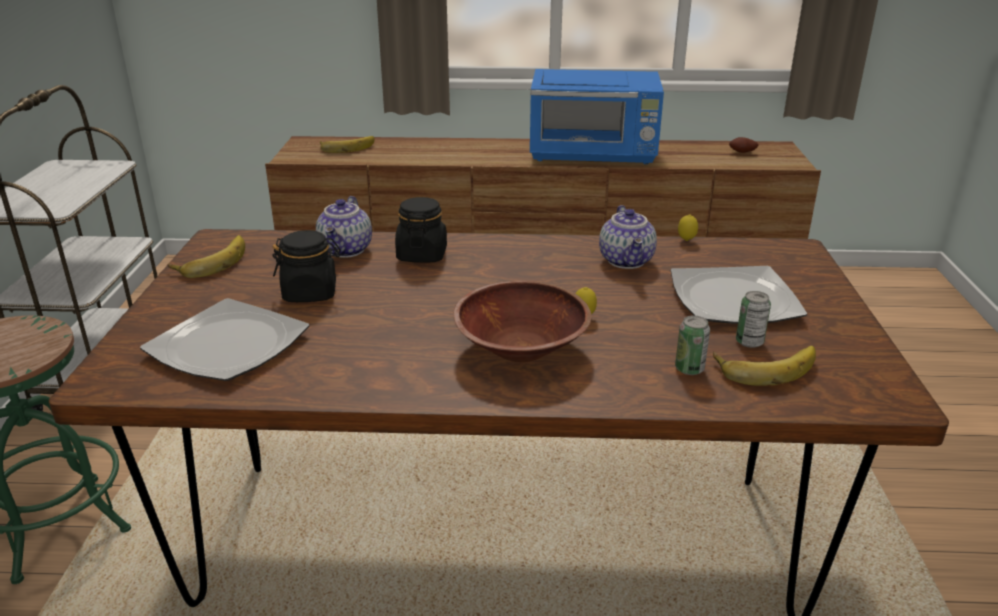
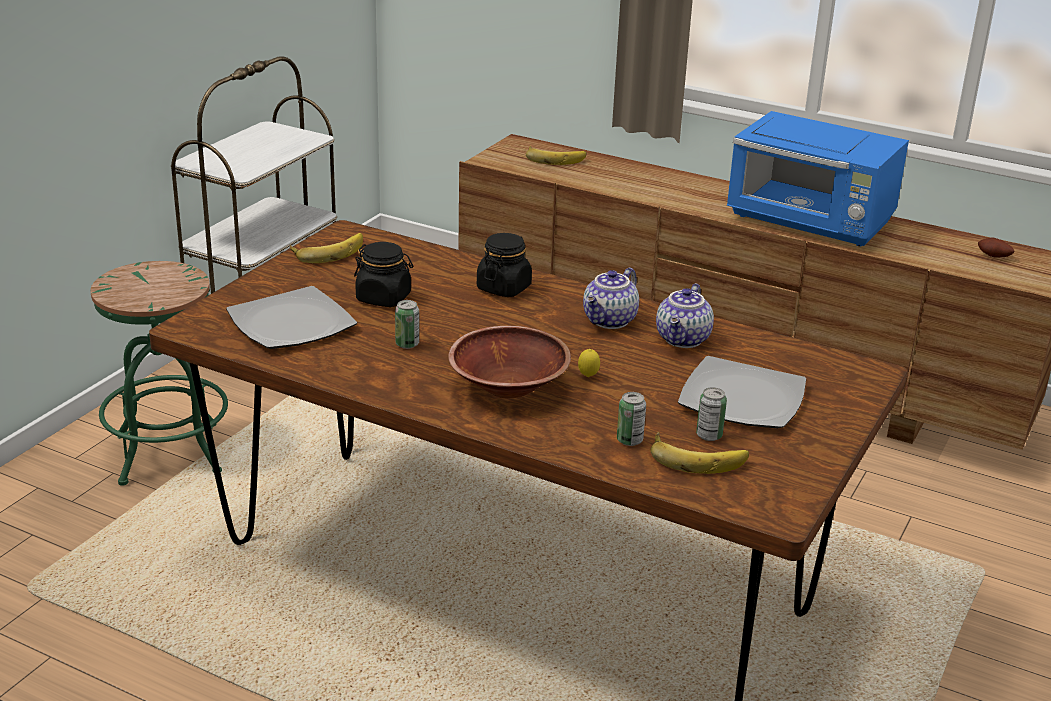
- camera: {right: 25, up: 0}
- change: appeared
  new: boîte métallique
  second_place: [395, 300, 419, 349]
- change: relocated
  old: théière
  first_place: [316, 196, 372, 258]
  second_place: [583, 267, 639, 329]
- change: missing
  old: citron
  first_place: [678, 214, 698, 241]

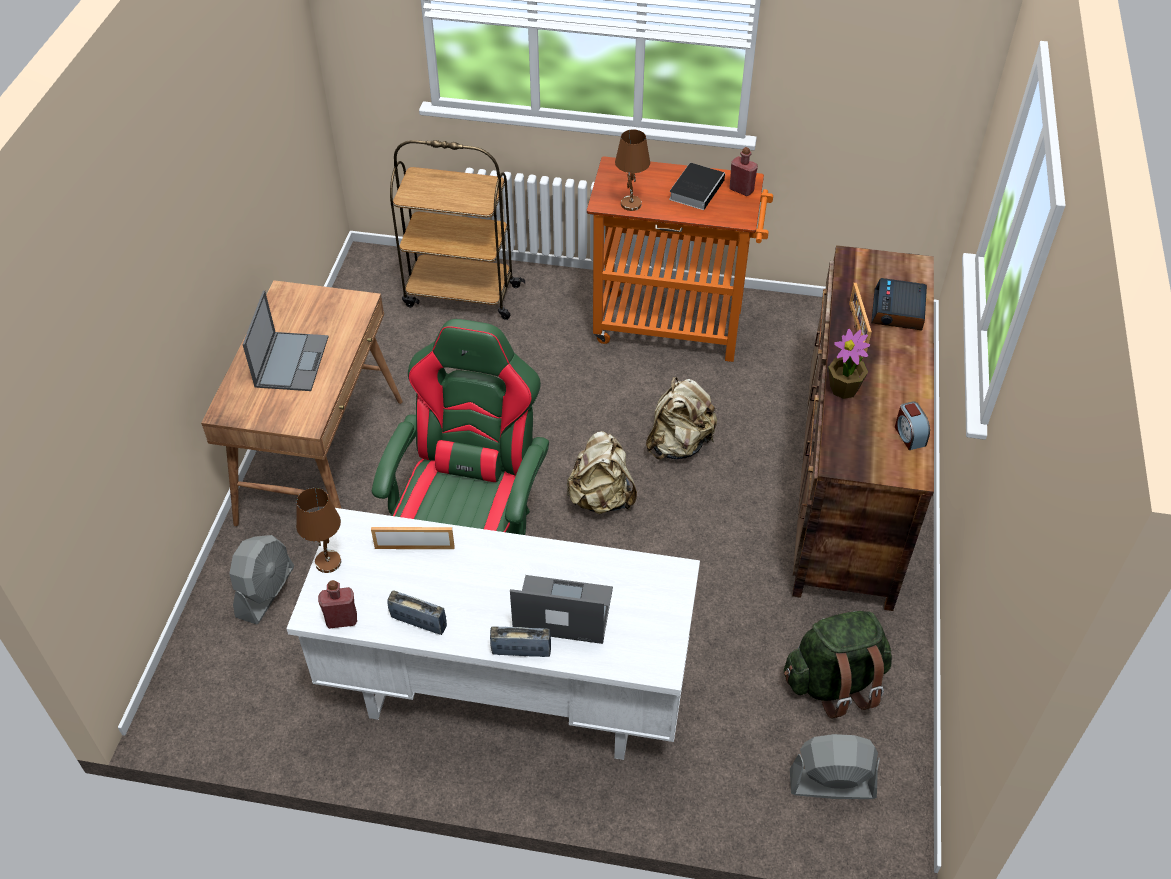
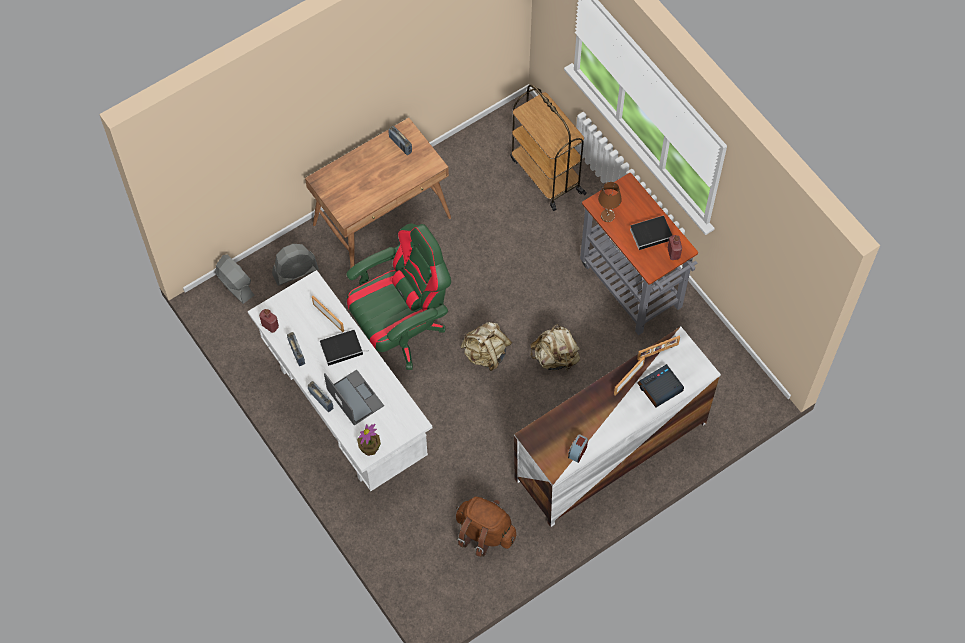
- camera: {right: 45, up: 15}
- change: relocated
  old: ventilateur/gris
  first_place: [790, 734, 880, 799]
  second_place: [215, 254, 254, 304]
- change: appeared
  new: livre
  second_place: [320, 330, 368, 366]
- change: relocated
  old: plante en pot
  first_place: [828, 329, 870, 399]
  second_place: [357, 424, 381, 456]
- change: appeared
  new: radio
  second_place: [389, 126, 412, 155]
- change: colour
  old: sac à dos/vert
  new: sac à dos/marron
  first_place: [784, 611, 892, 719]
  second_place: [456, 497, 516, 557]
- change: colour
  old: meuble de rangement/marron
  new: meuble de rangement/blanc
  first_place: [792, 245, 934, 611]
  second_place: [514, 327, 721, 527]
- change: colour
  old: chariot/orange
  new: chariot/gris
  first_place: [587, 156, 773, 362]
  second_place: [580, 173, 698, 335]
- change: appeared
  new: cadre photo
  second_place: [637, 336, 680, 360]
- change: missing
  old: ordinateur portable
  first_place: [242, 290, 328, 391]
- change: missing
  old: lampe de table/marron
  first_place: [296, 488, 341, 573]

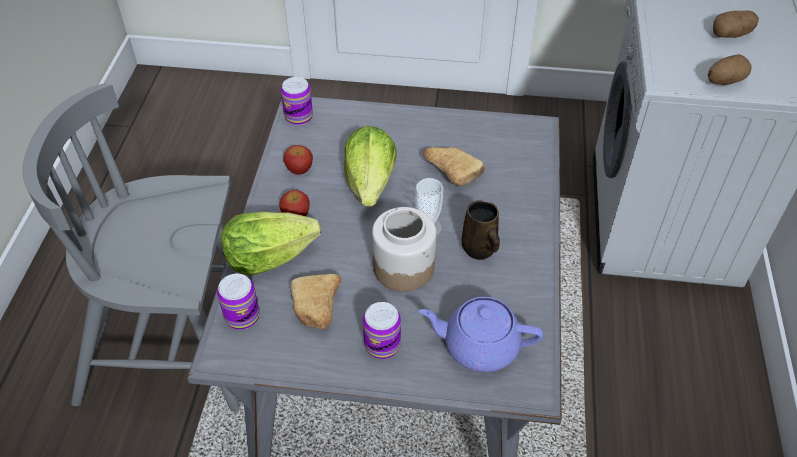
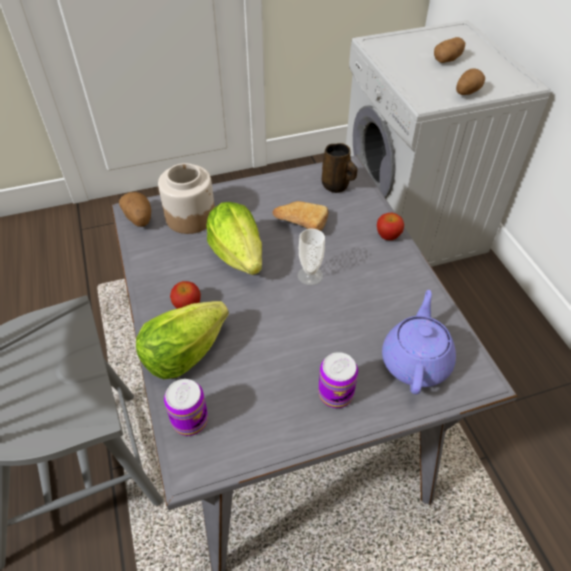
- camera: {right: -25, up: 0}
- change: exchanged
  old: boîte métallique
  new: pomme de terre
  first_place: [281, 77, 313, 125]
  second_place: [119, 192, 151, 227]
- change: relocated
  old: bocal
  first_place: [372, 207, 436, 292]
  second_place: [158, 163, 215, 234]
- change: relocated
  old: mug/marron
  first_place: [461, 200, 500, 260]
  second_place: [322, 143, 357, 193]
- change: relocated
  old: pomme
  first_place: [283, 145, 313, 175]
  second_place: [377, 213, 404, 240]
- change: spun
  old: théière/violet
  first_place: [419, 297, 543, 372]
  second_place: [382, 290, 456, 394]
  degrees: 120
- change: missing
  old: pain
  first_place: [290, 274, 341, 330]

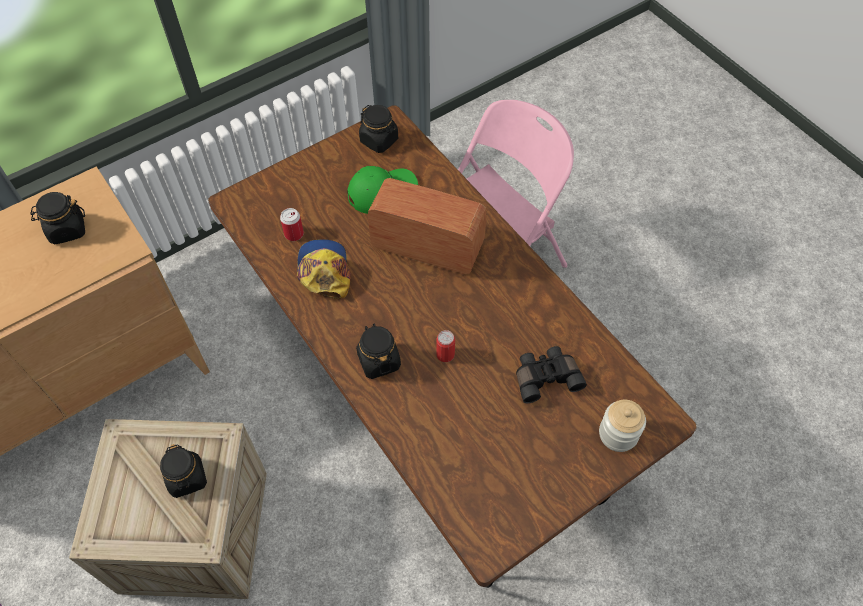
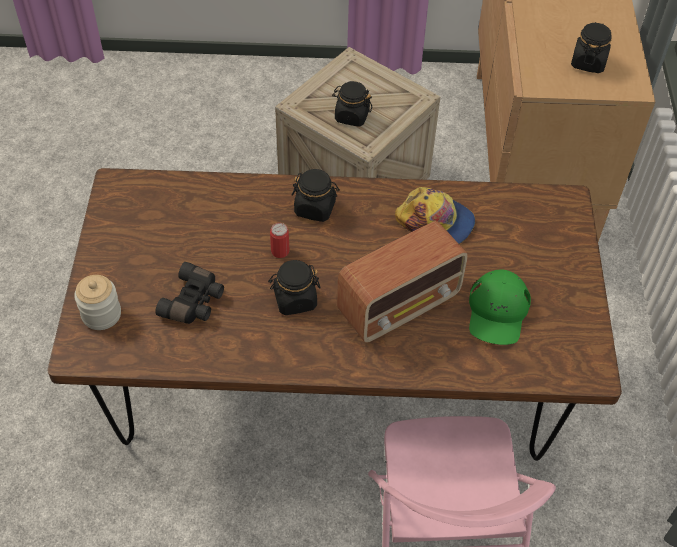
- camera: {right: 125, up: -5}
- change: relocated
  old: bocal/noir
  first_place: [359, 105, 398, 153]
  second_place: [268, 260, 321, 315]
- change: missing
  old: boîte métallique
  first_place: [280, 208, 304, 241]

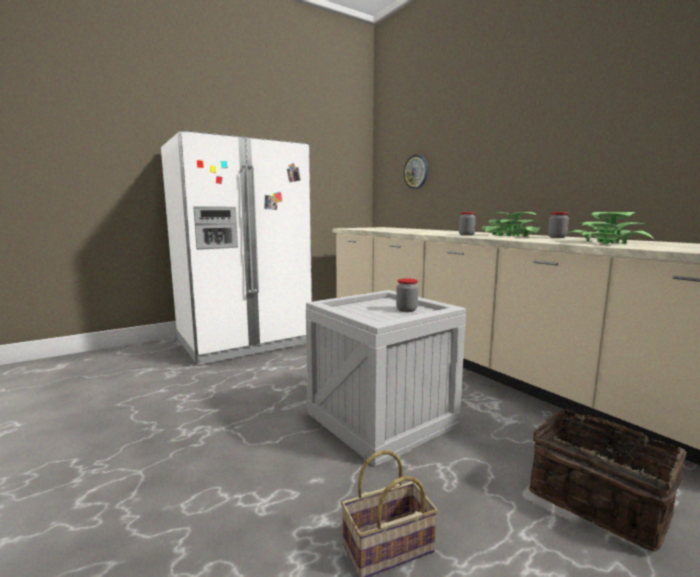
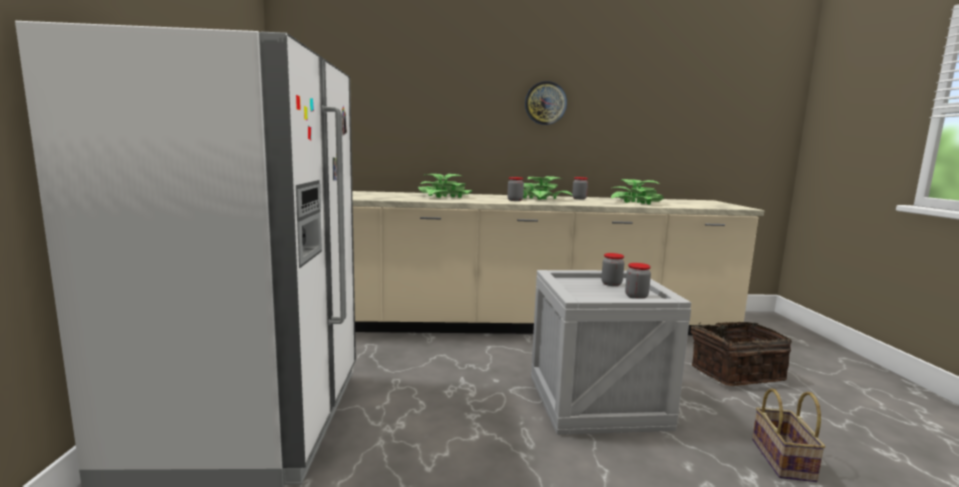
- camera: {right: -60, up: 0}
- change: appeared
  new: plante en pot
  second_place: [418, 174, 473, 198]
- change: relocated
  old: horloge murale
  first_place: [403, 155, 428, 189]
  second_place: [525, 81, 567, 125]
- change: appeared
  new: bocal
  second_place: [625, 263, 651, 299]

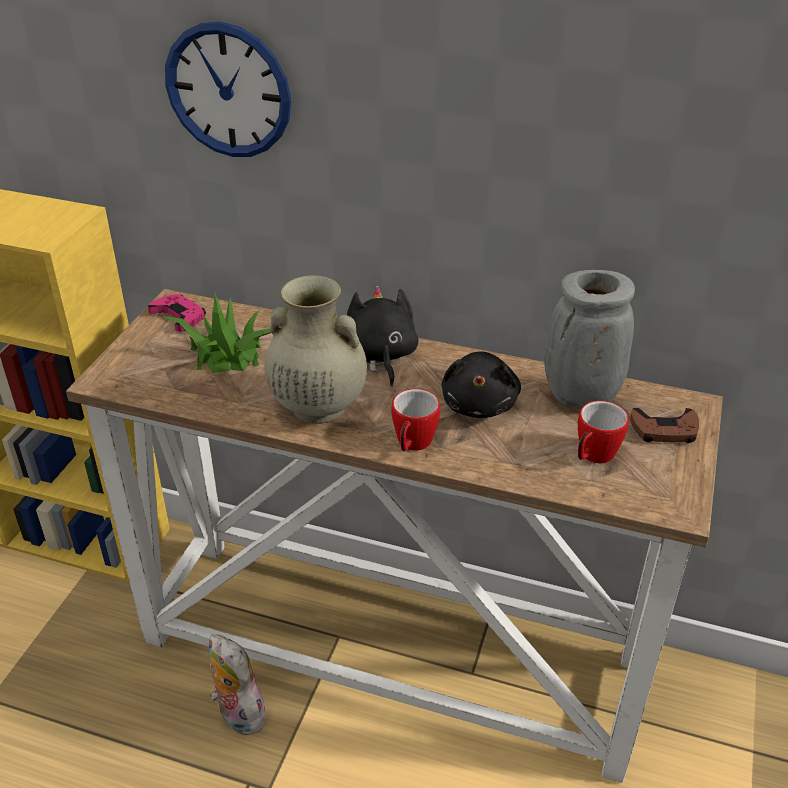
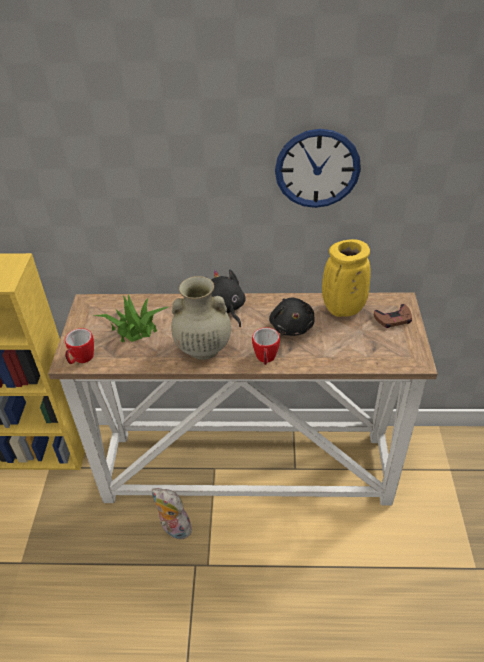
- camera: {right: -15, up: 5}
- change: relocated
  old: mug
  first_place: [578, 401, 629, 463]
  second_place: [65, 328, 94, 364]
- change: relocated
  old: horloge murale
  first_place: [165, 22, 291, 157]
  second_place: [275, 129, 361, 208]
- change: colour
  old: vase/gris
  new: vase/jaune
  first_place: [544, 270, 635, 408]
  second_place: [322, 239, 371, 317]
- change: missing
  old: manette/rose
  first_place: [148, 294, 206, 332]

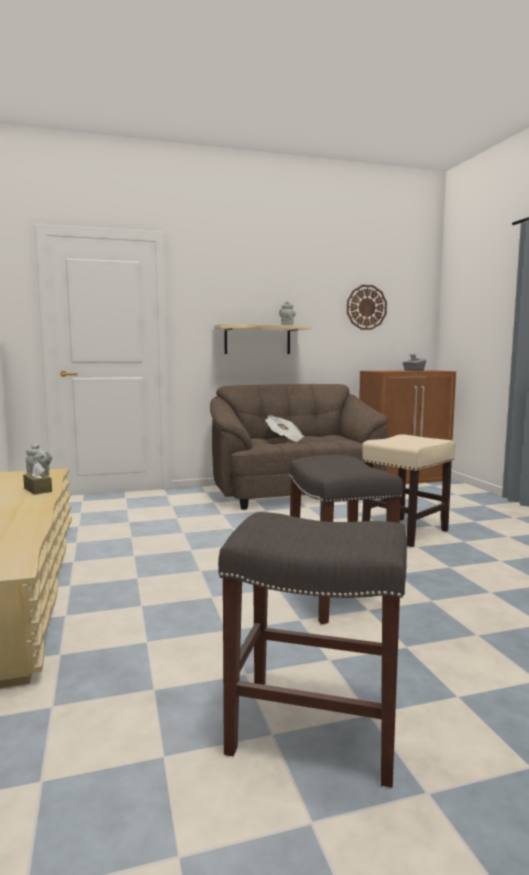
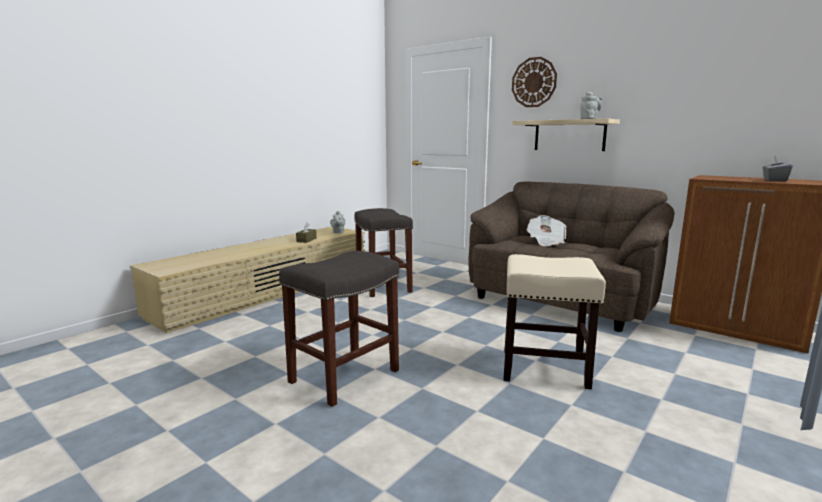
- camera: {right: 55, up: 5}
- change: relocated
  old: tabouret/gris
  first_place: [218, 512, 407, 788]
  second_place: [354, 208, 413, 297]
- change: relocated
  old: horloge murale
  first_place: [347, 285, 387, 330]
  second_place: [512, 57, 557, 107]

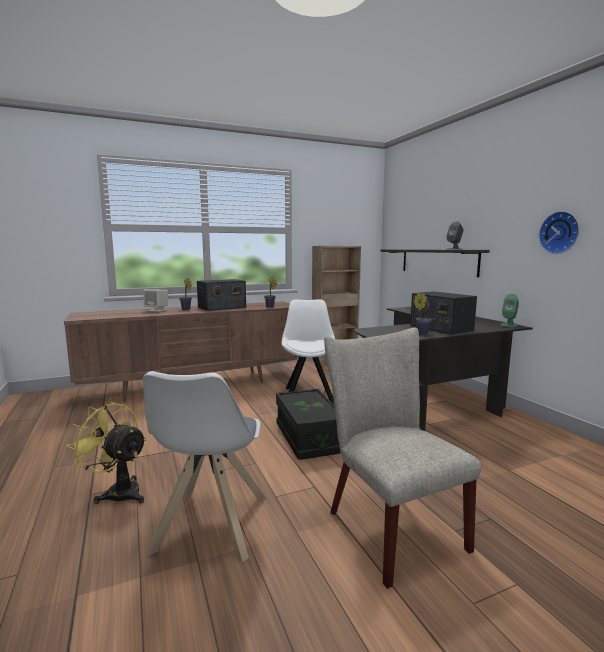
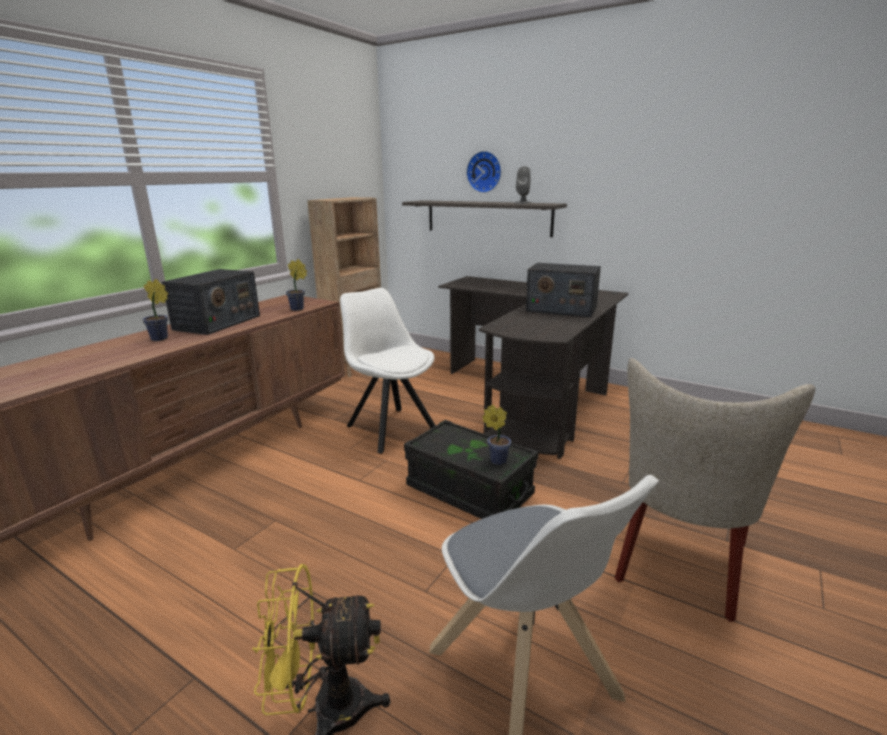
- camera: {right: -35, up: 10}
- change: relocated
  old: horloge murale
  first_place: [539, 211, 579, 254]
  second_place: [466, 151, 501, 193]
- change: relocated
  old: plante en pot
  first_place: [414, 292, 432, 335]
  second_place: [482, 405, 511, 465]
- change: spun
  old: chaise/beige
  first_place: [324, 328, 481, 589]
  second_place: [614, 358, 815, 622]
  degrees: -90
- change: missing
  old: enceinte/beige
  first_place: [143, 289, 168, 312]
- change: missing
  old: enceinte/vert
  first_place: [501, 294, 519, 327]

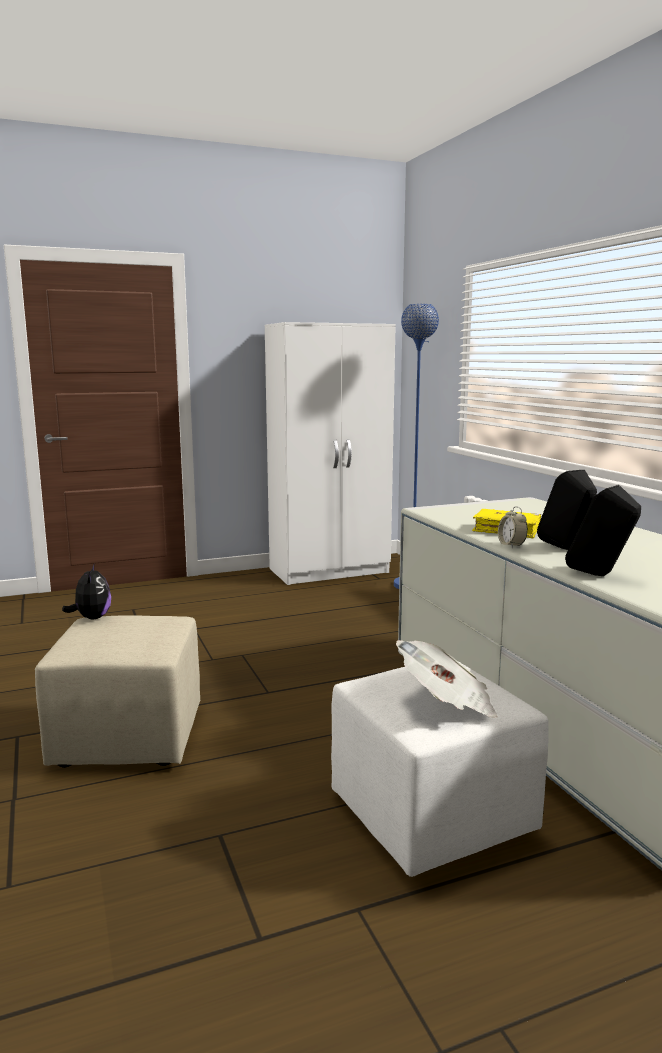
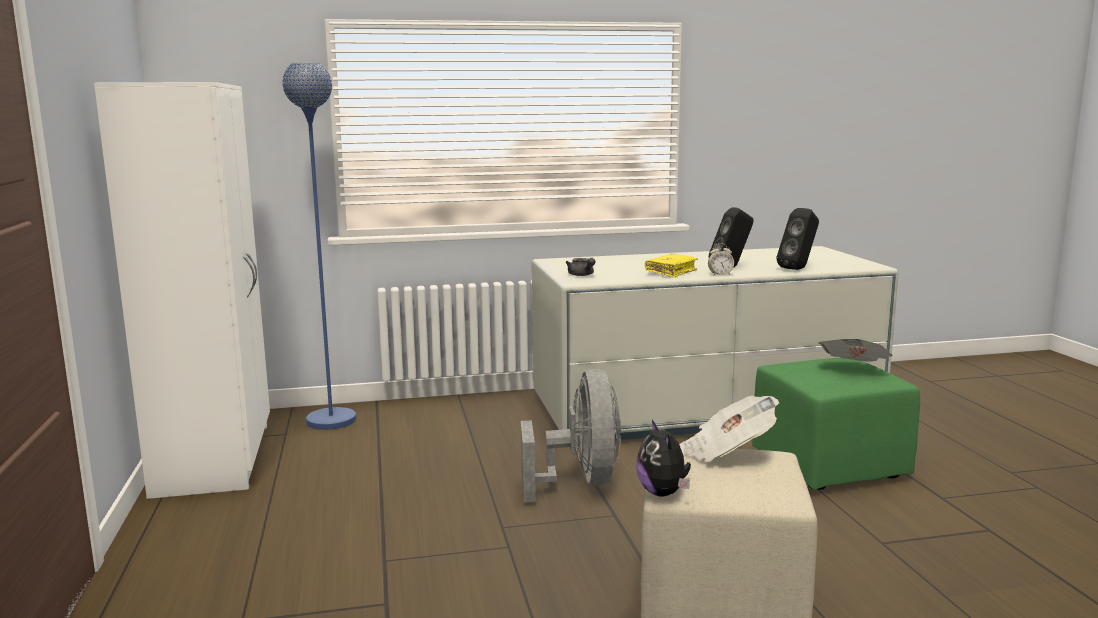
- camera: {right: -80, up: 0}
- change: appeared
  new: ventilateur/gris
  second_place: [521, 369, 621, 502]
- change: appeared
  new: théière/gris
  second_place: [566, 258, 595, 276]
- change: spun
  old: peluche
  first_place: [62, 563, 111, 619]
  second_place: [636, 420, 691, 497]
  degrees: -105
- change: appeared
  new: journal
  second_place: [679, 396, 780, 462]
- change: colour
  old: pouf/blanc
  new: pouf/vert
  first_place: [331, 662, 549, 877]
  second_place: [752, 357, 920, 490]

